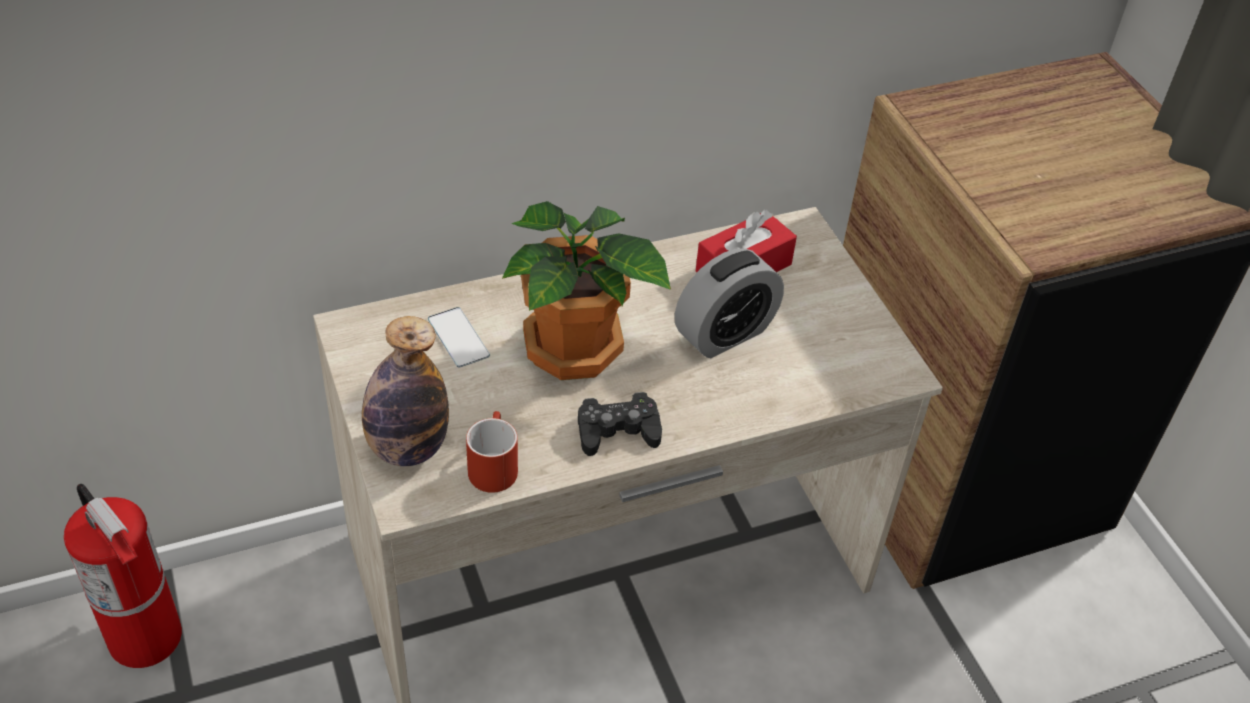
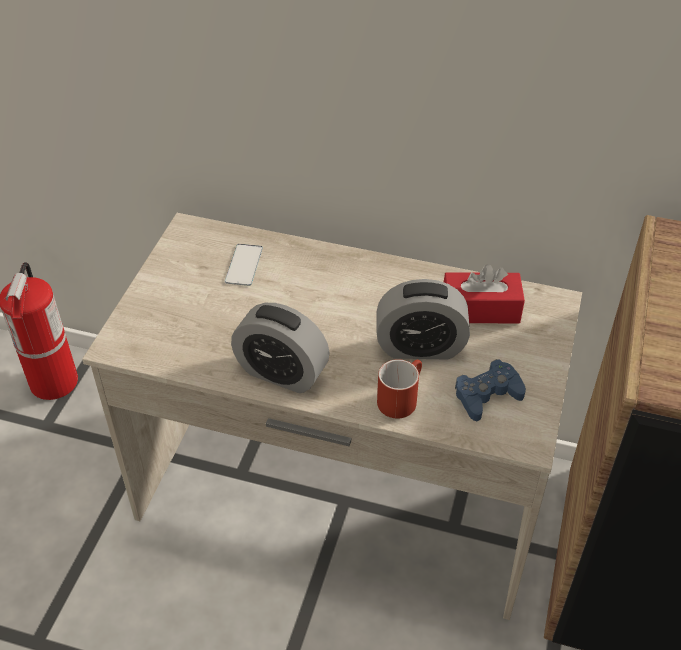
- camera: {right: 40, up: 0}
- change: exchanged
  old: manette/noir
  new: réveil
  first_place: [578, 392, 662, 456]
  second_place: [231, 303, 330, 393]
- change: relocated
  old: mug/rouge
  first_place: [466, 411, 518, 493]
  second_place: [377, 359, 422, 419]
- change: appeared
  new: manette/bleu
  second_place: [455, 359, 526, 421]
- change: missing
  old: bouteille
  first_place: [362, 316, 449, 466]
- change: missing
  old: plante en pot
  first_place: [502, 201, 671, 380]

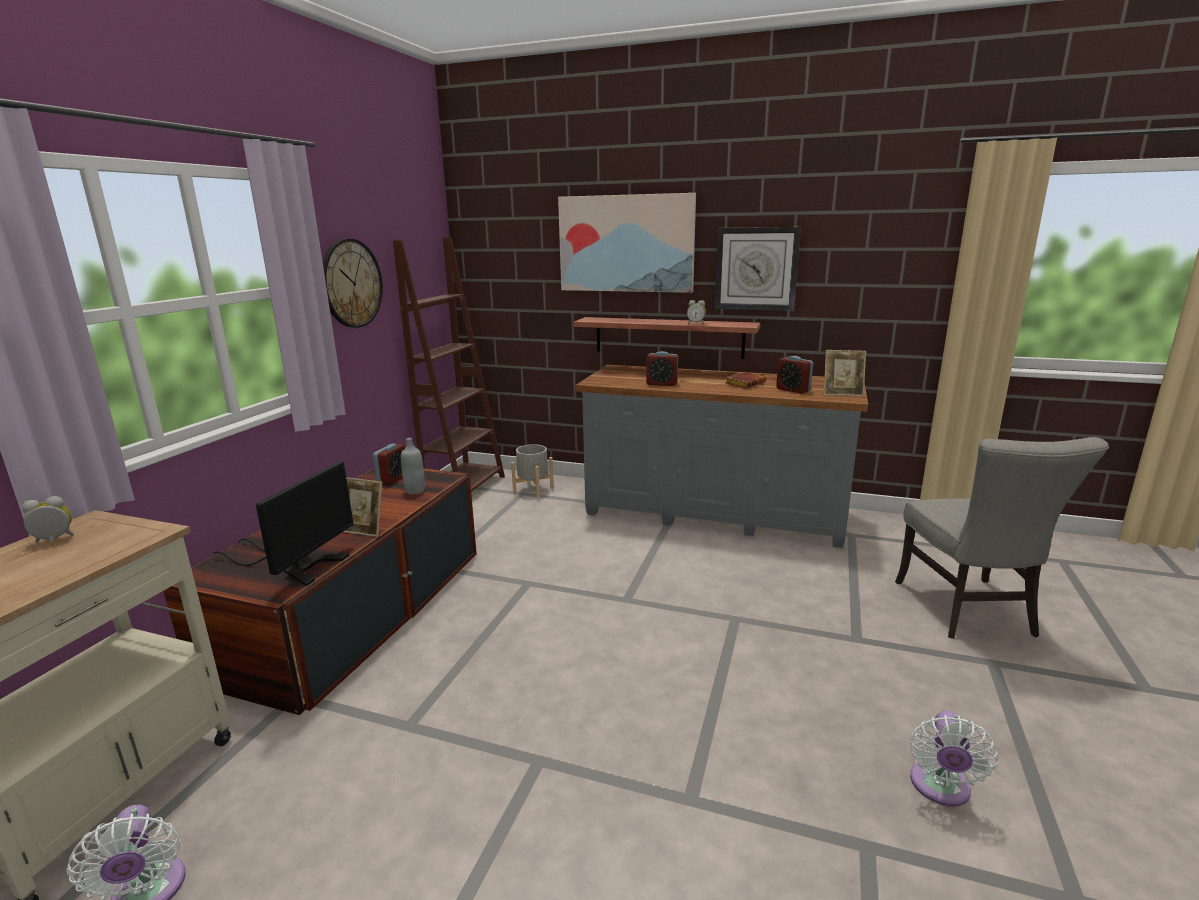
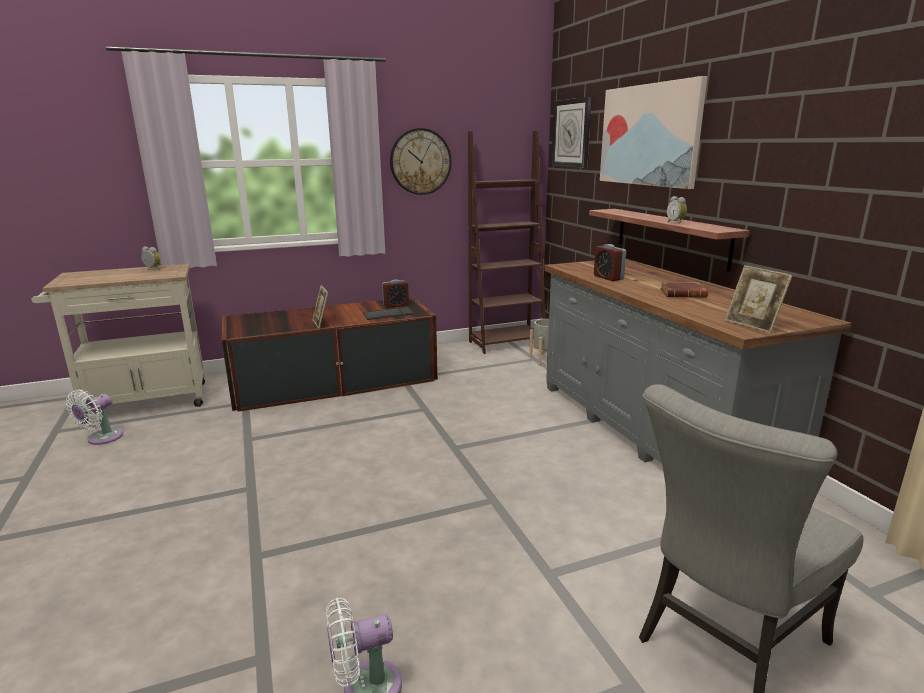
- camera: {right: 50, up: 0}
- change: exchanged
  old: bouteille/gris
  new: clavier
  first_place: [401, 438, 425, 495]
  second_place: [363, 307, 414, 320]
- change: relocated
  old: horloge murale
  first_place: [714, 227, 801, 311]
  second_place: [551, 97, 592, 168]
- change: missing
  old: écran d'ordinateur
  first_place: [213, 462, 353, 587]
- change: missing
  old: réveil
  first_place: [776, 356, 813, 394]

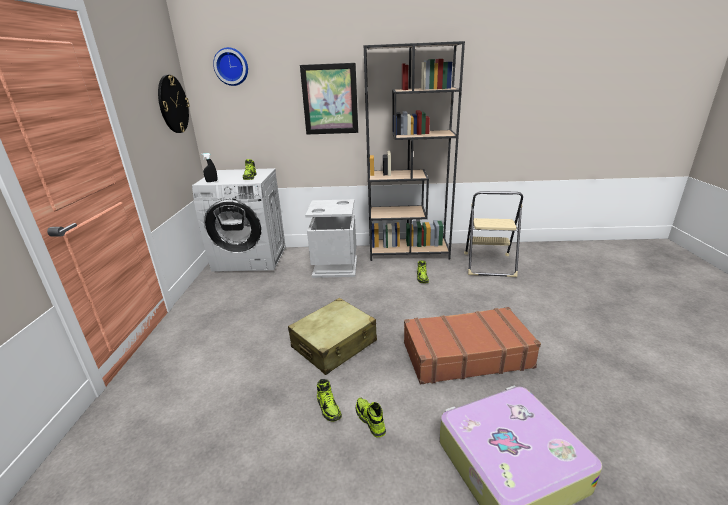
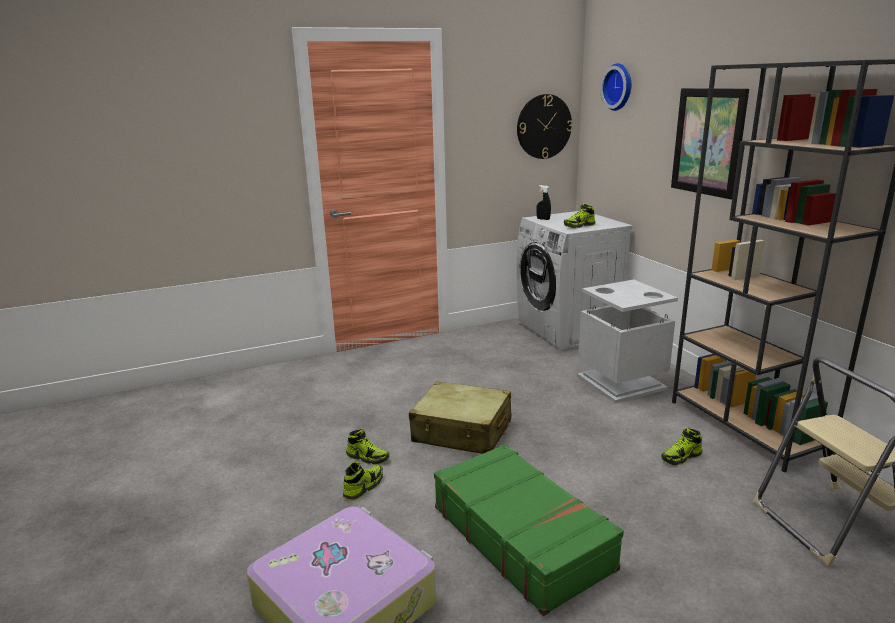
- camera: {right: 65, up: -5}
- change: spun
  old: chaussure
  first_place: [317, 379, 342, 421]
  second_place: [346, 429, 389, 465]
  degrees: -105
- change: colour
  old: valise/marron
  new: valise/vert
  first_place: [404, 307, 541, 384]
  second_place: [434, 444, 624, 616]

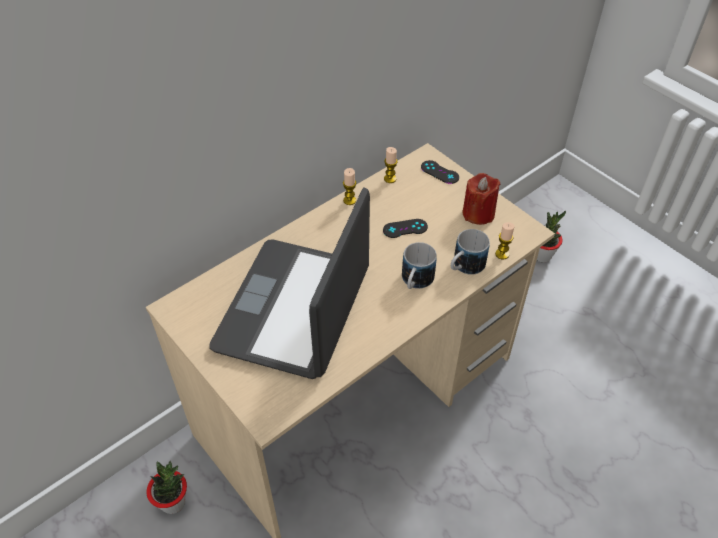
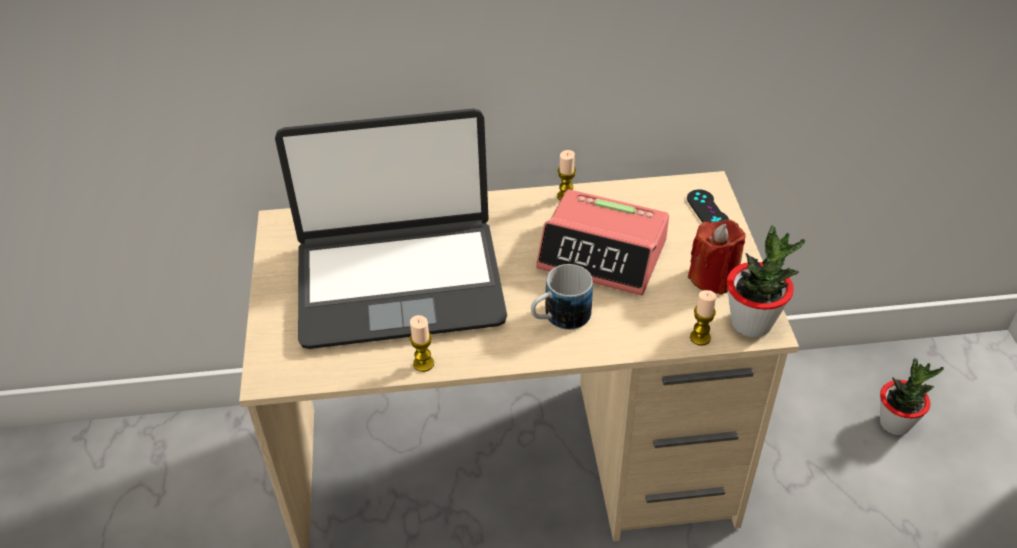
- camera: {right: 35, up: -5}
- change: spun
  old: ordinateur portable
  first_place: [209, 187, 370, 379]
  second_place: [275, 109, 507, 349]
  degrees: -150
- change: relocated
  old: bougie
  first_place: [384, 147, 398, 183]
  second_place: [410, 315, 434, 372]
- change: exchanged
  old: manette/noir
  new: réveil
  first_place: [383, 219, 428, 238]
  second_place: [536, 189, 669, 296]
- change: relocated
  old: plante en pot
  first_place: [146, 461, 187, 514]
  second_place: [727, 225, 805, 337]
- change: missing
  old: mug
  first_place: [451, 229, 490, 275]

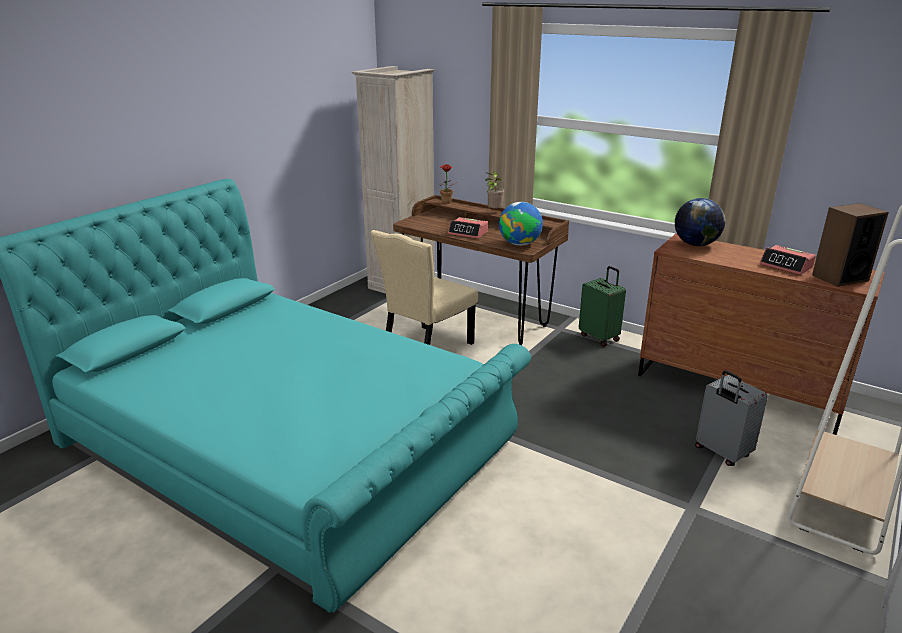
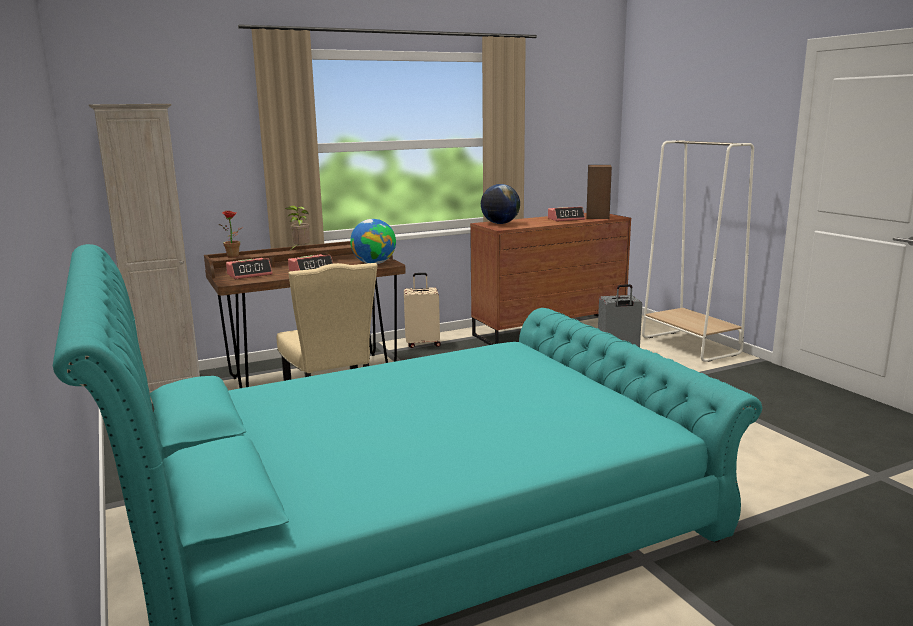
- camera: {right: -60, up: -10}
- change: appeared
  new: réveil
  second_place: [226, 258, 273, 279]
- change: colour
  old: valise/vert
  new: valise/beige
  first_place: [579, 266, 626, 347]
  second_place: [404, 273, 441, 348]

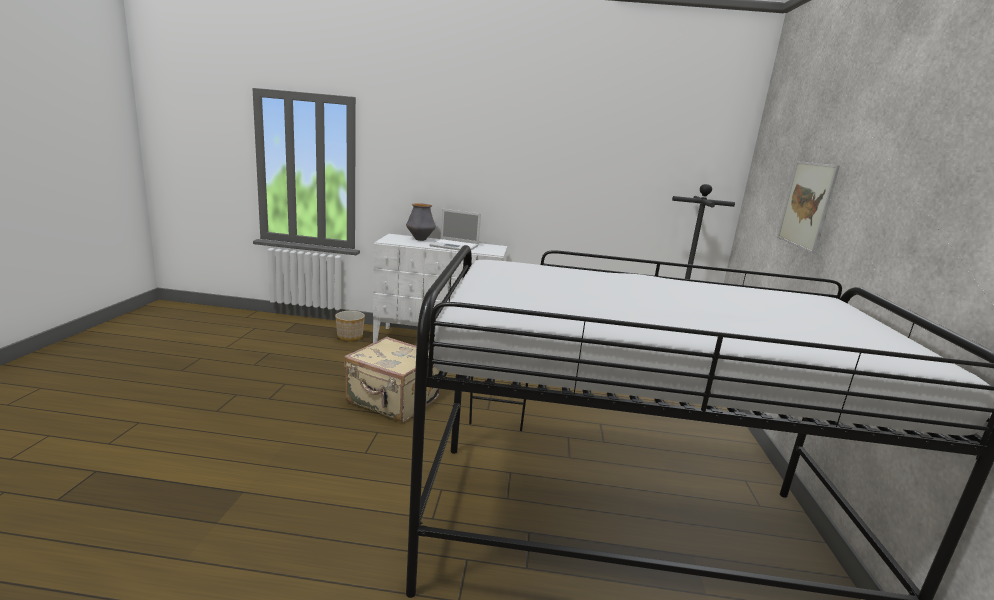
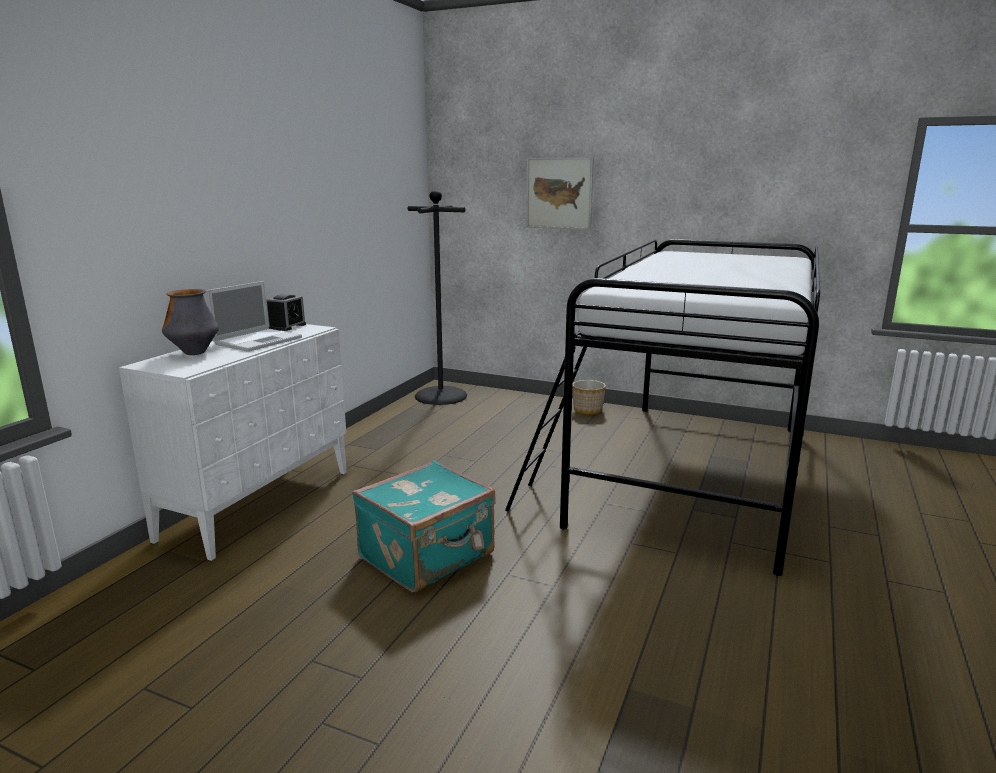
- camera: {right: -70, up: 0}
- change: appeared
  new: réveil
  second_place: [266, 294, 306, 331]
- change: colour
  old: valise/beige
  new: valise/turquoise
  first_place: [344, 337, 440, 422]
  second_place: [352, 460, 495, 593]
- change: relocated
  old: cache-pot
  first_place: [335, 311, 365, 341]
  second_place: [572, 380, 606, 415]

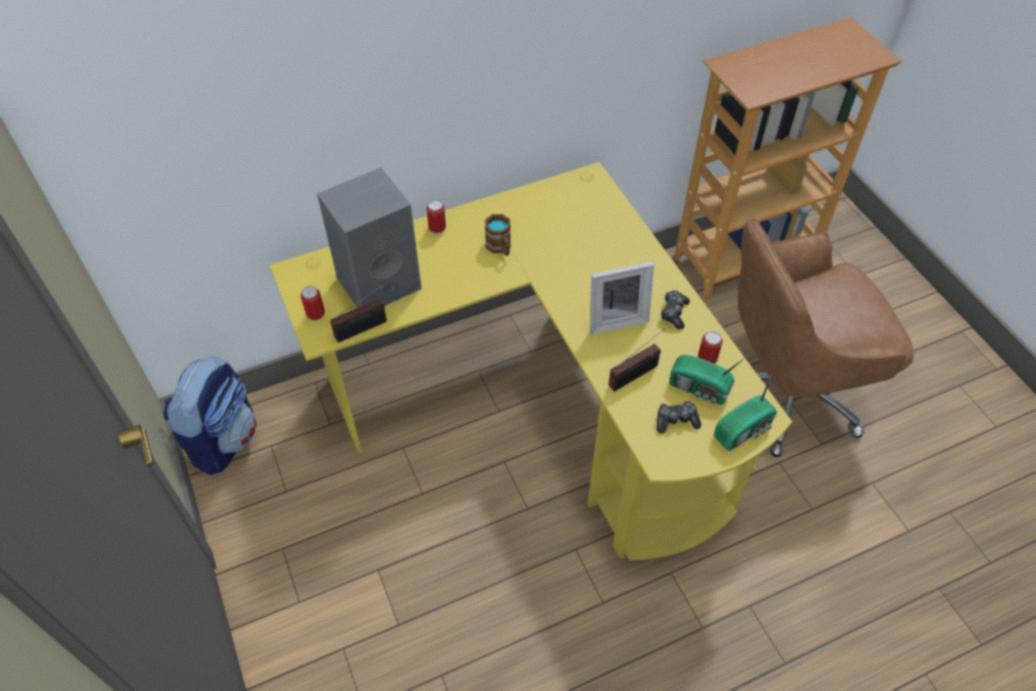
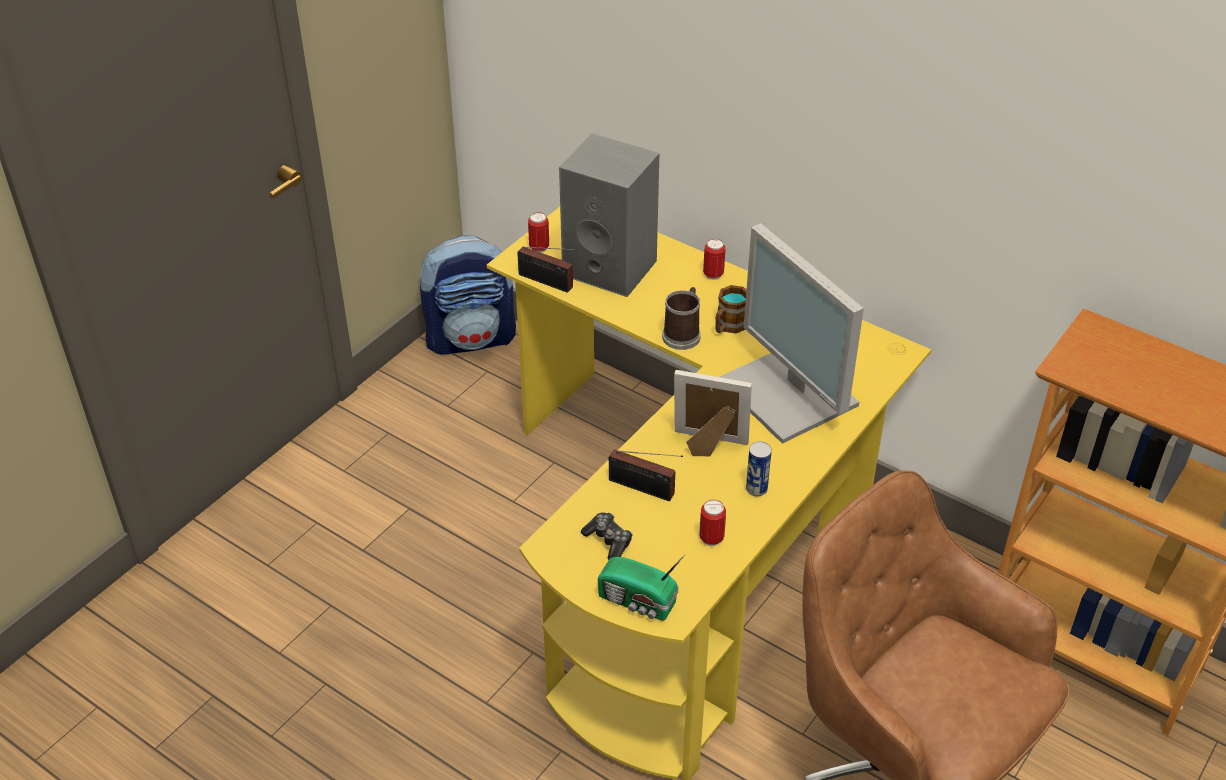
- camera: {right: 60, up: -10}
- change: appeared
  new: mug
  second_place: [662, 287, 701, 350]
- change: spun
  old: cadre photo
  first_place: [590, 261, 654, 335]
  second_place: [674, 370, 752, 456]
  degrees: 150
- change: appeared
  new: écran d'ordinateur
  second_place: [720, 223, 864, 444]
- change: exchanged
  old: manette
  new: boîte métallique
  first_place: [661, 290, 690, 329]
  second_place: [746, 441, 772, 496]
- change: missing
  old: radio
  first_place: [669, 355, 746, 405]

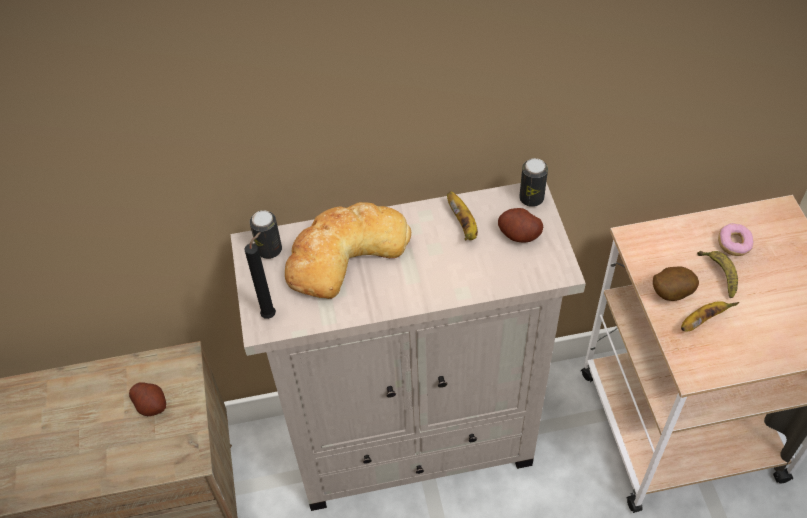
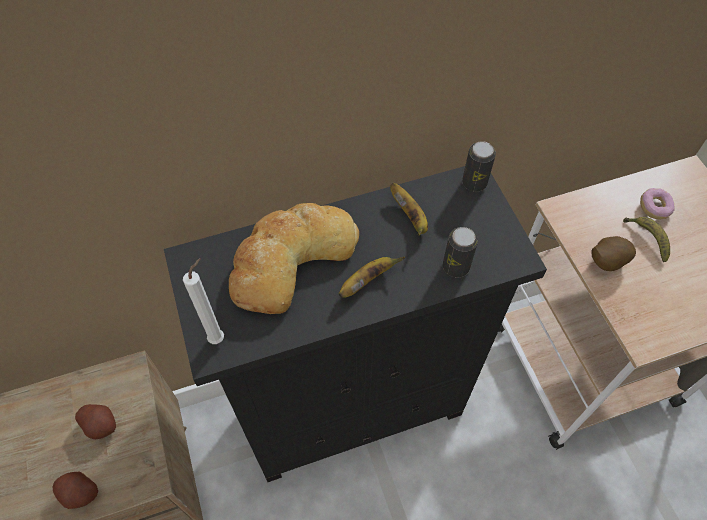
- camera: {right: -10, up: 5}
- change: relocated
  old: pomme de terre
  first_place: [498, 208, 543, 243]
  second_place: [52, 472, 98, 509]
- change: colour
  old: meuble de rangement/beige
  new: meuble de rangement/noir
  first_place: [230, 182, 586, 511]
  second_place: [164, 166, 547, 482]
- change: colour
  old: bougie/noir
  new: bougie/blanc
  first_place: [244, 232, 276, 319]
  second_place: [183, 258, 224, 344]
- change: relocated
  old: banane
  first_place: [681, 301, 739, 332]
  second_place: [339, 256, 405, 298]
- change: relocated
  old: boîte métallique
  first_place: [250, 210, 282, 259]
  second_place: [443, 227, 478, 277]

